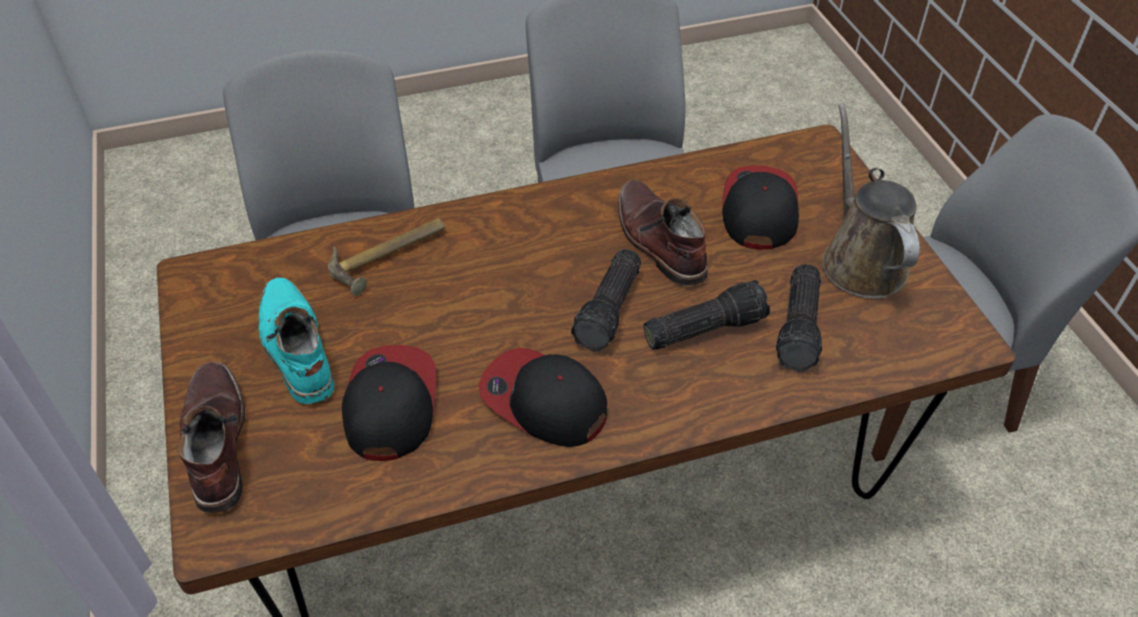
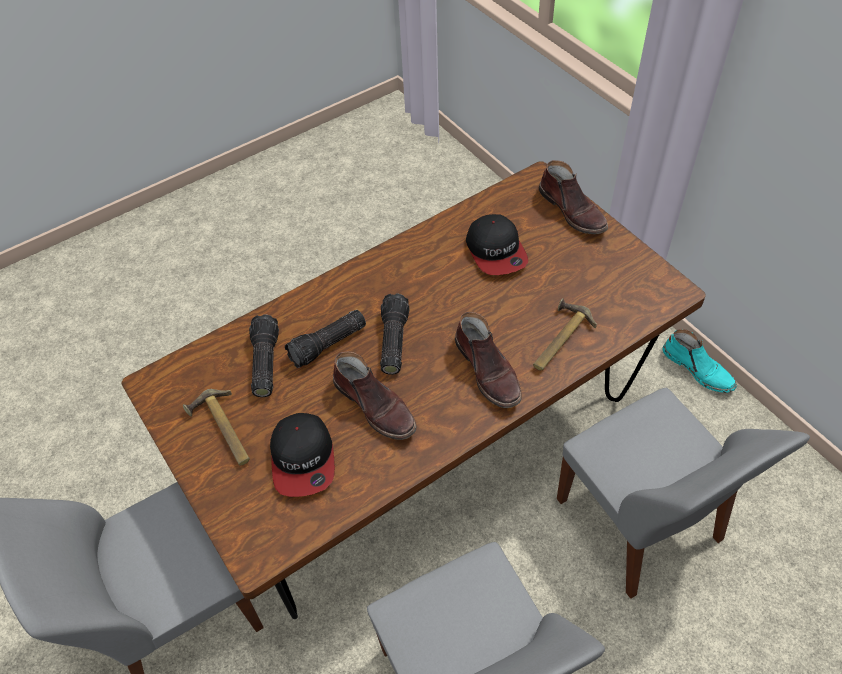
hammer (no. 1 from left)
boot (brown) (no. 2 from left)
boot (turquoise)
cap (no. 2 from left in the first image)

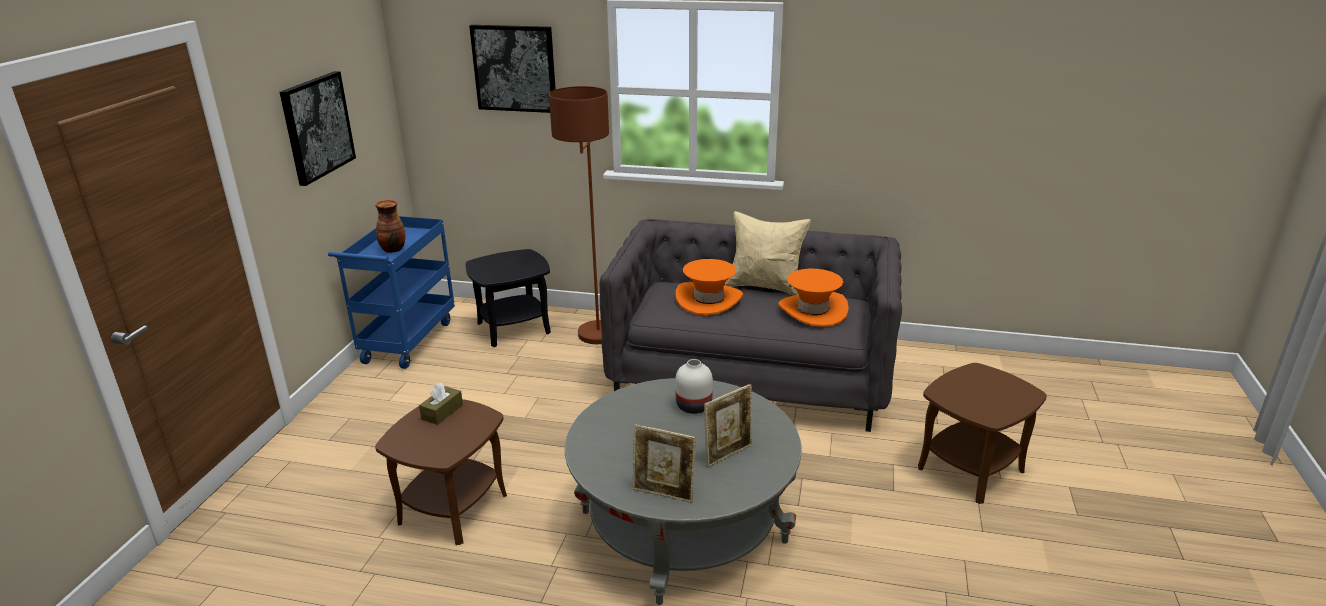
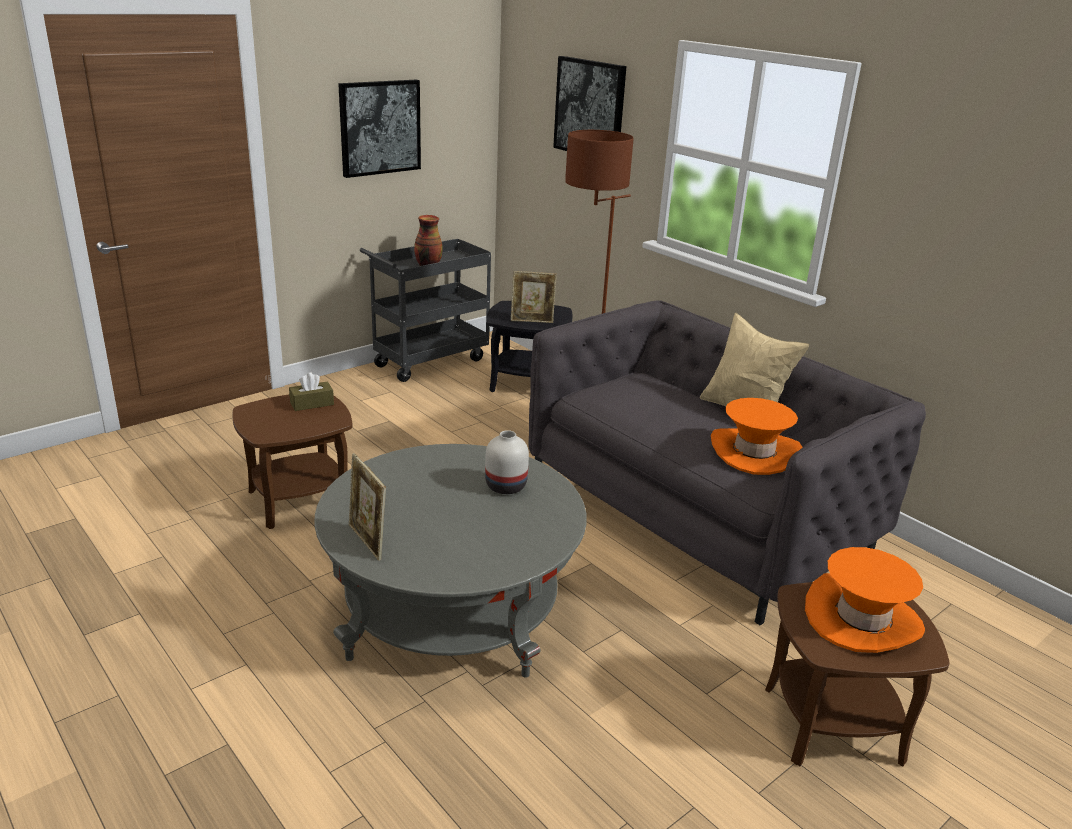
cart (grey)
picture frame (no. 2 from left)
hat (orange) (no. 2 from left)

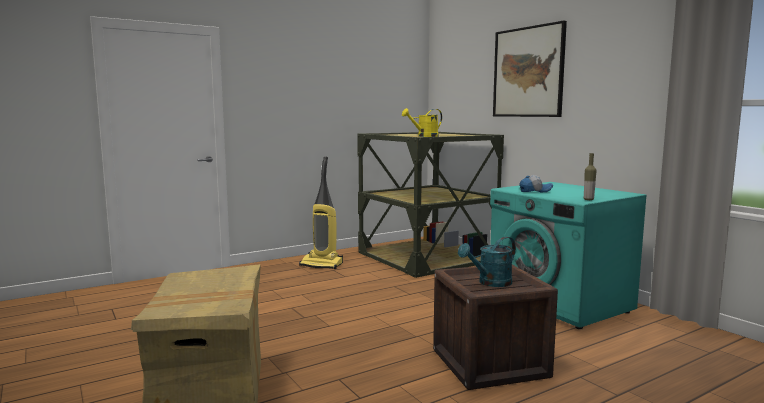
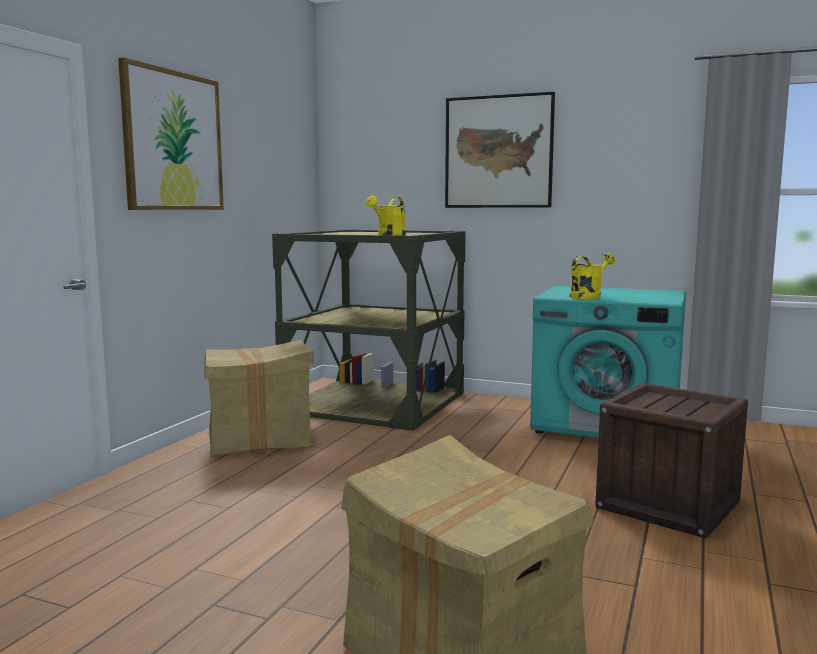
picture (no. 1 from left)
cardboard box (no. 1 from left)
watering can (yellow) (no. 2 from left)
watering can (turquoise)
bottle

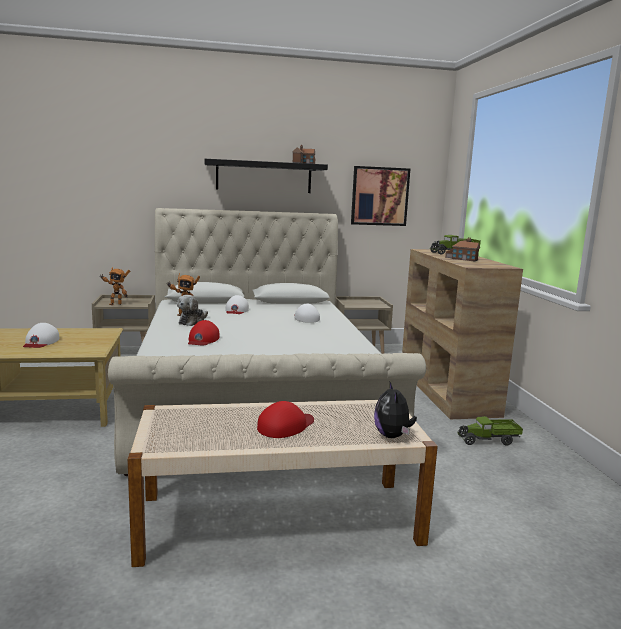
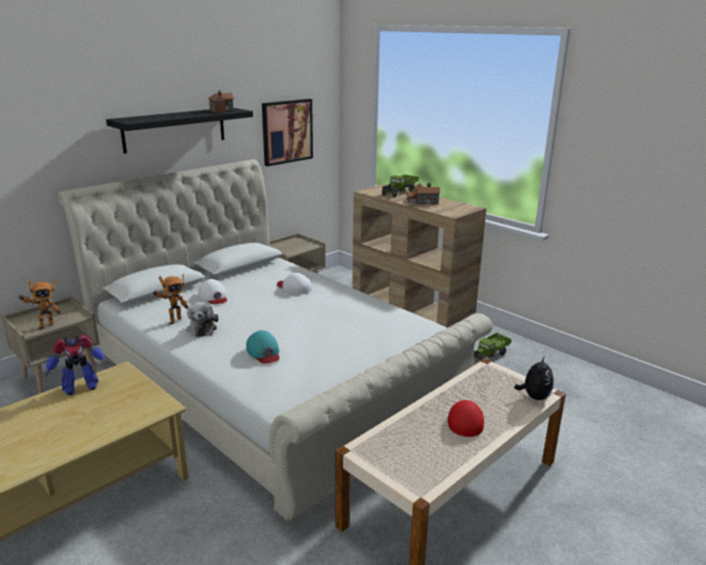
toy robot (no. 2 from left)
cap (turquoise)
plush toy (no. 2 from left)
cap (white) (no. 1 from left in the first image)

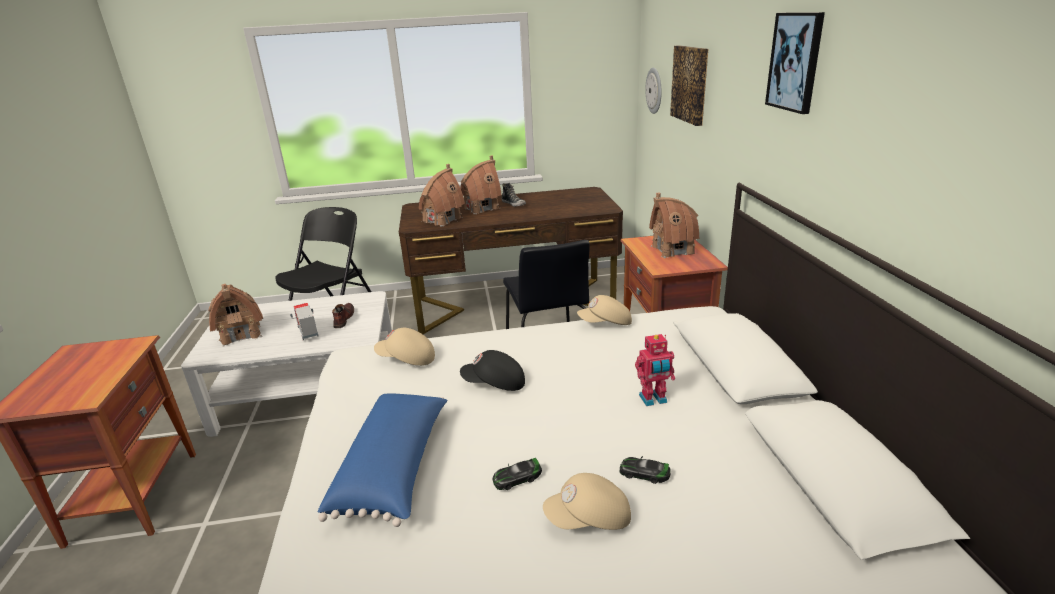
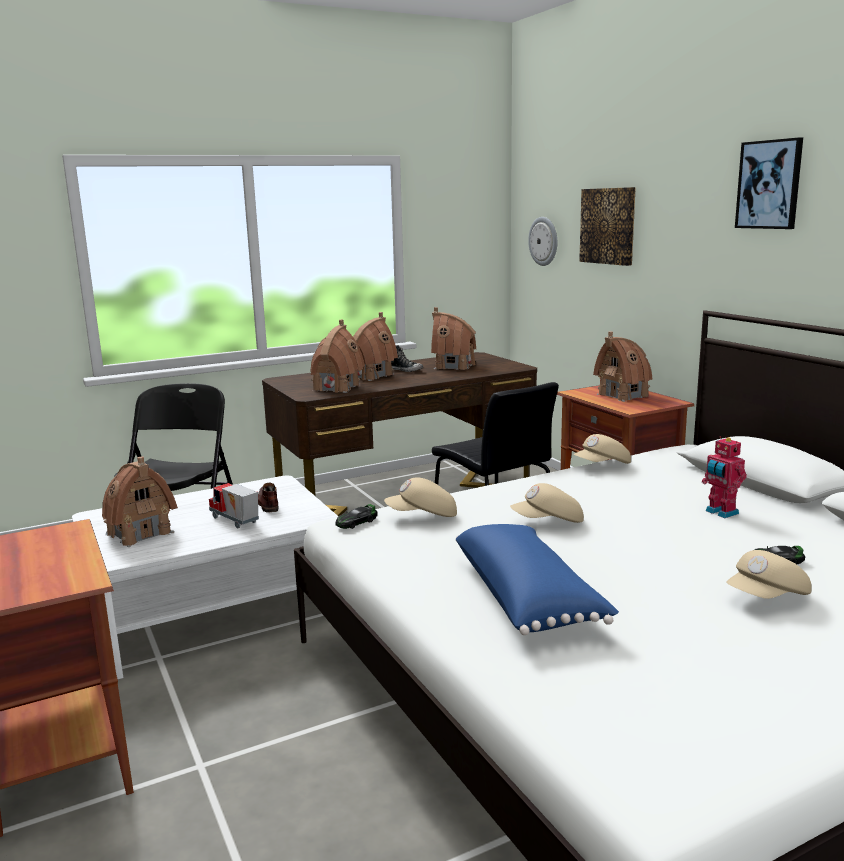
toy car (no. 1 from left)
toy house (no. 4 from left)
cap (beige) (no. 2 from left)
toy robot

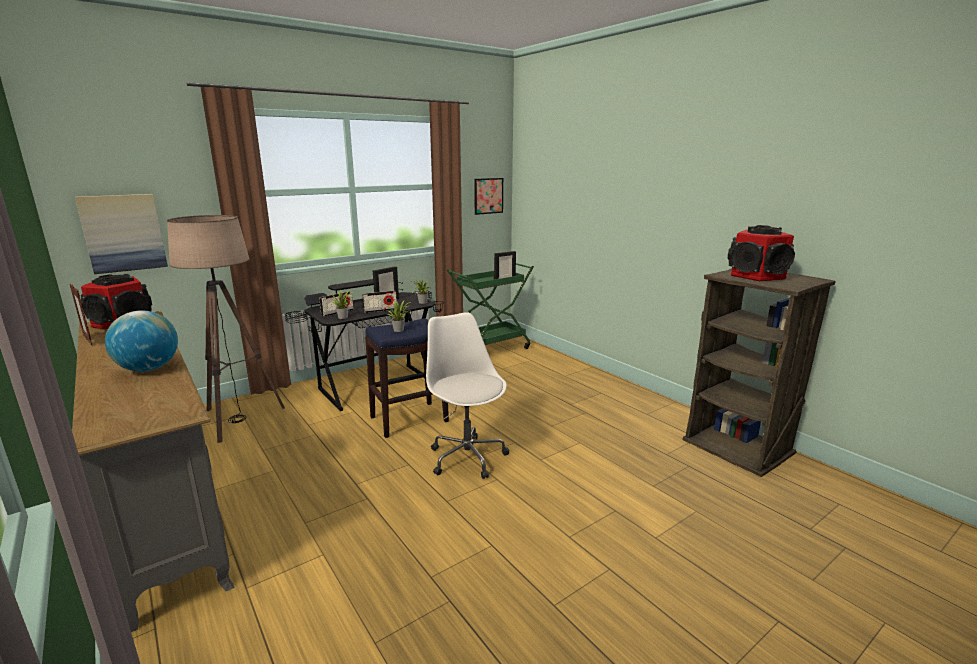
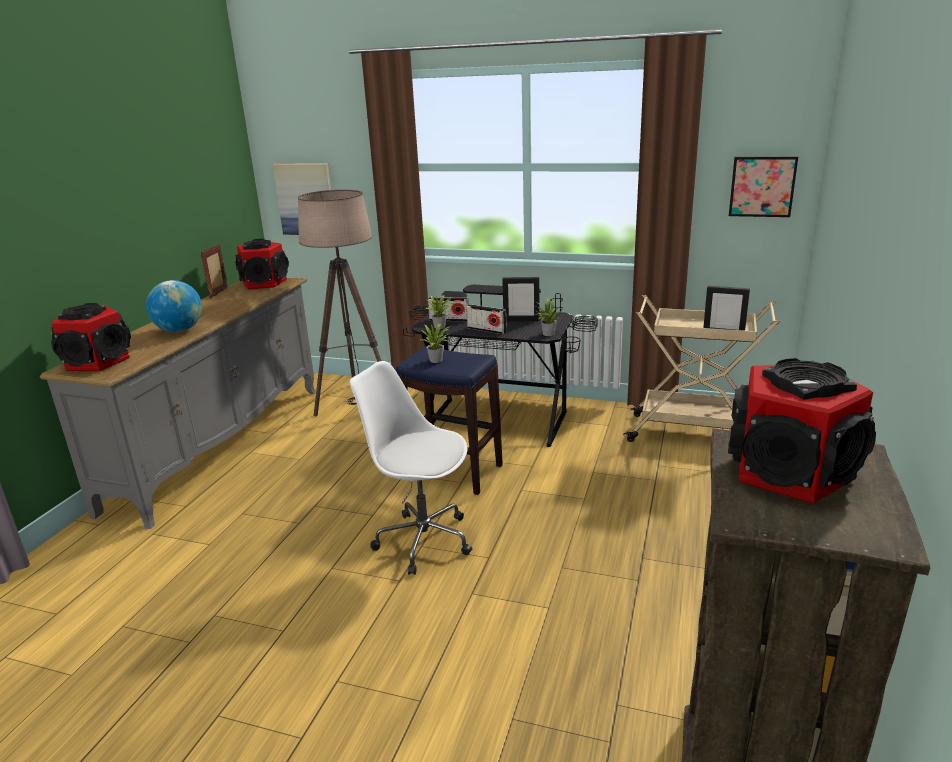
speaker (no. 1 from left)
office chair (white)
cart (beige)

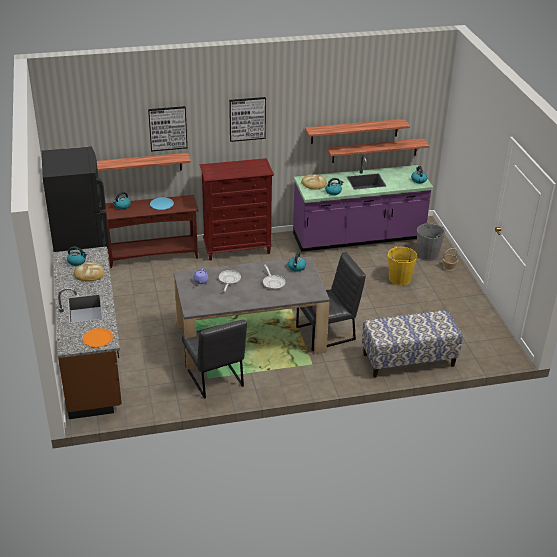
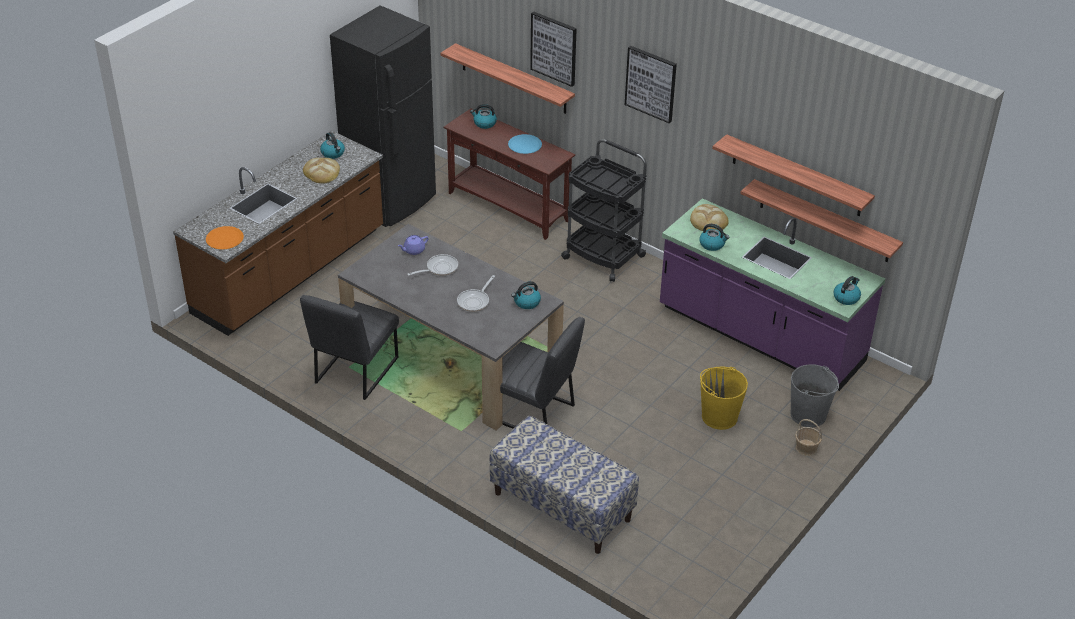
cart (black)

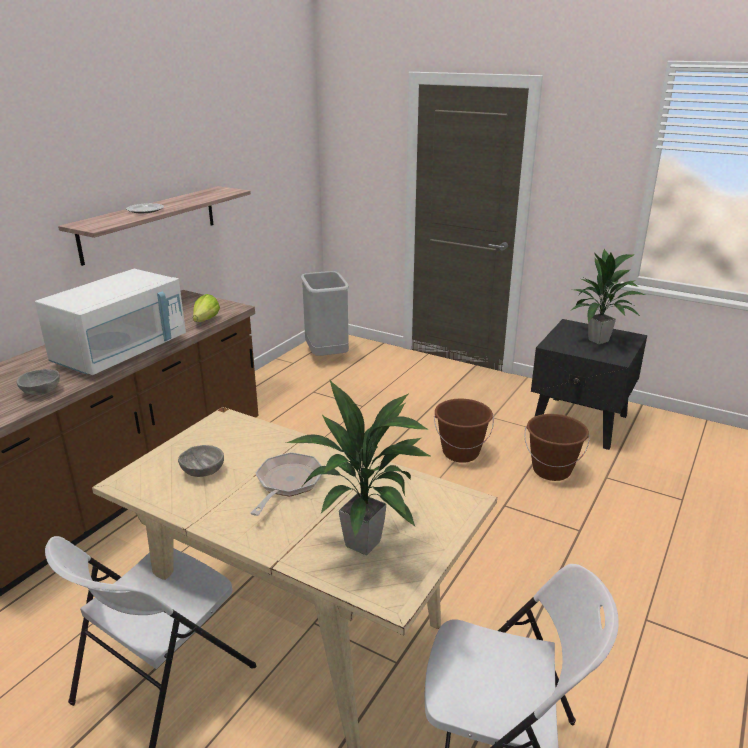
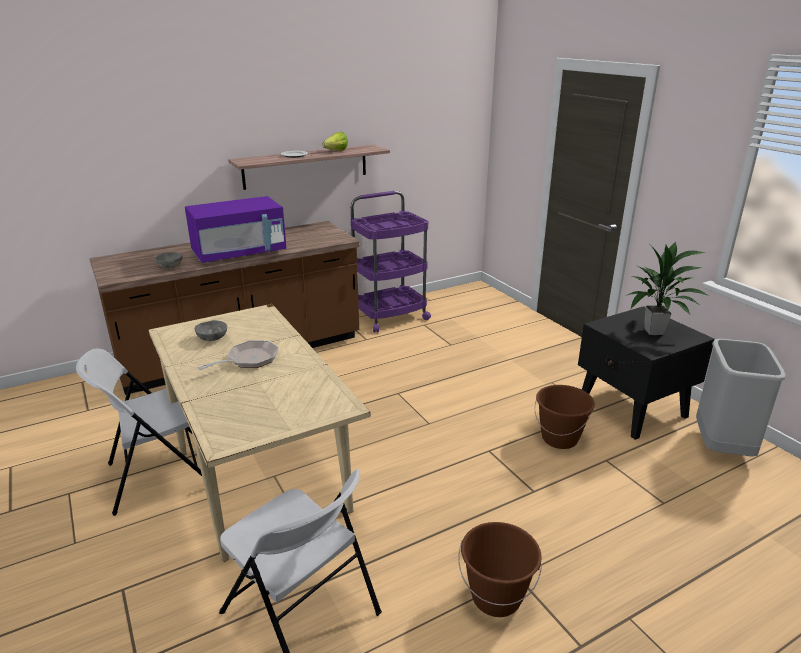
microwave (purple)
lettuce
cart (purple)
bucket (brown) (no. 1 from left)
trash can (grey)
potted plant (no. 1 from left in the first image)

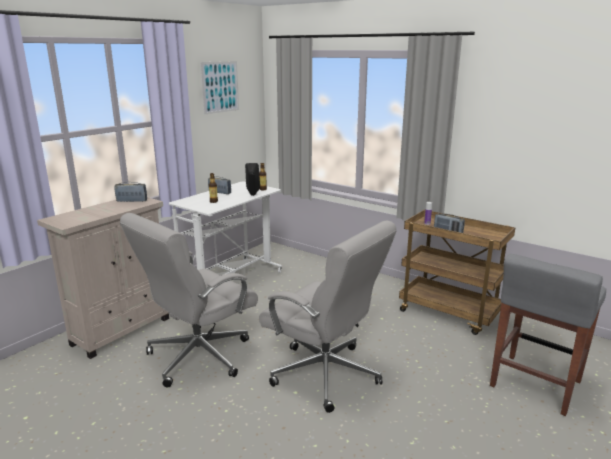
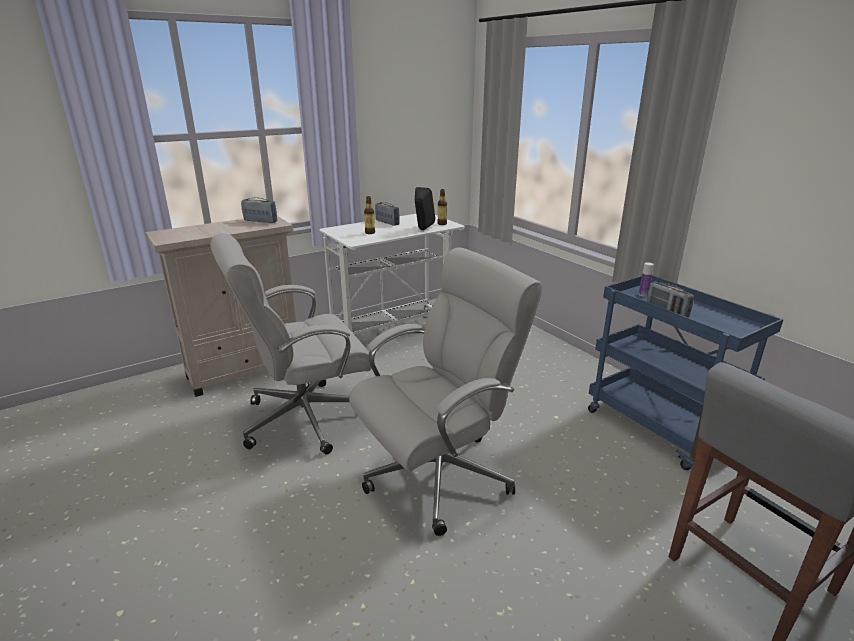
office chair (grey) (no. 2 from left)
cart (blue)
picture

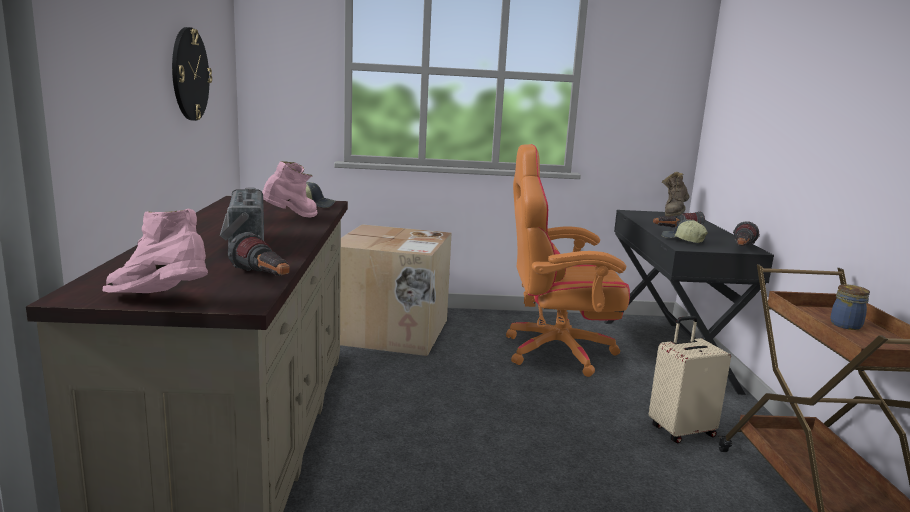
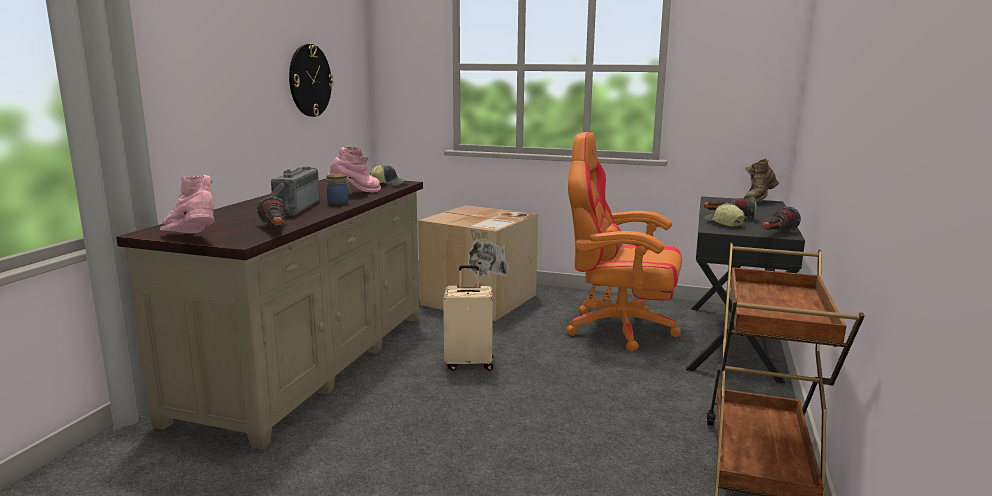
jar
suitcase (beige)

